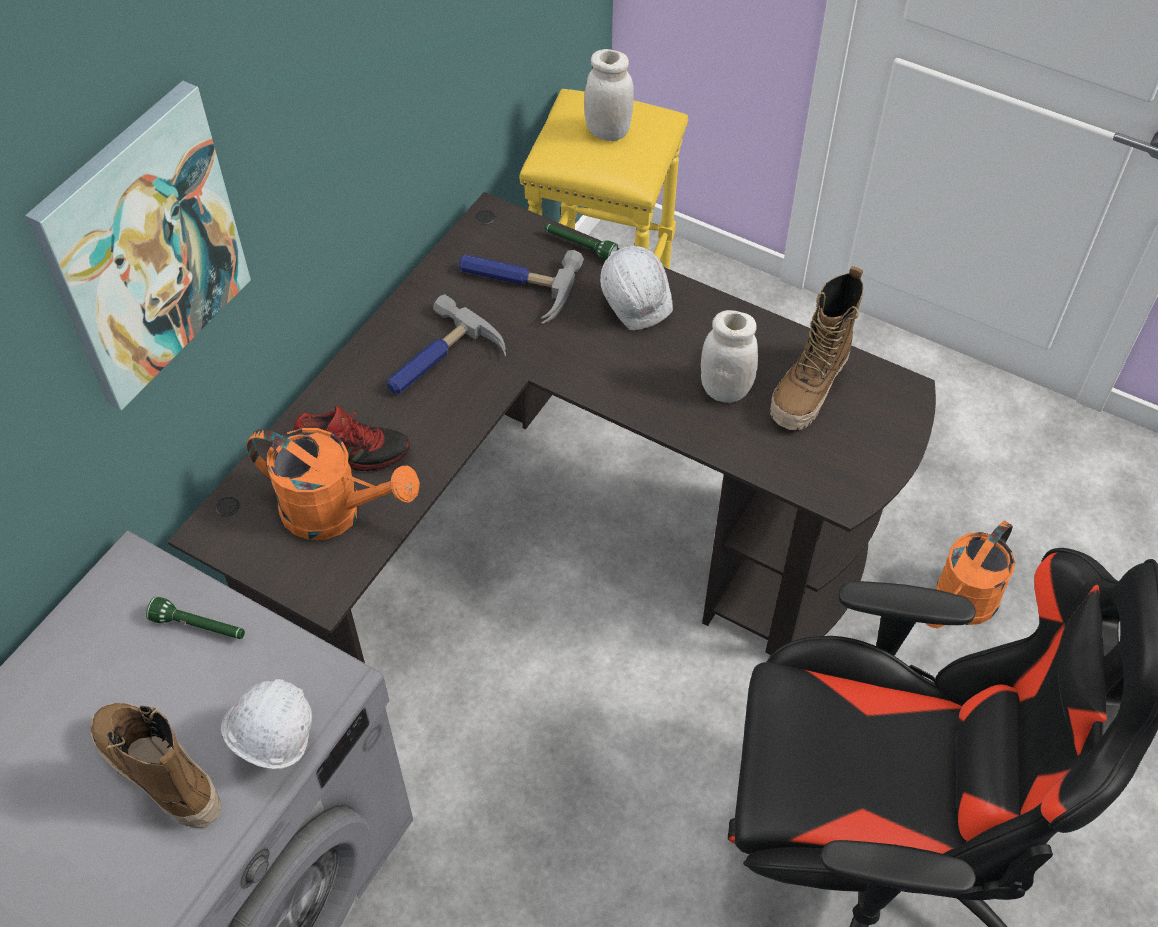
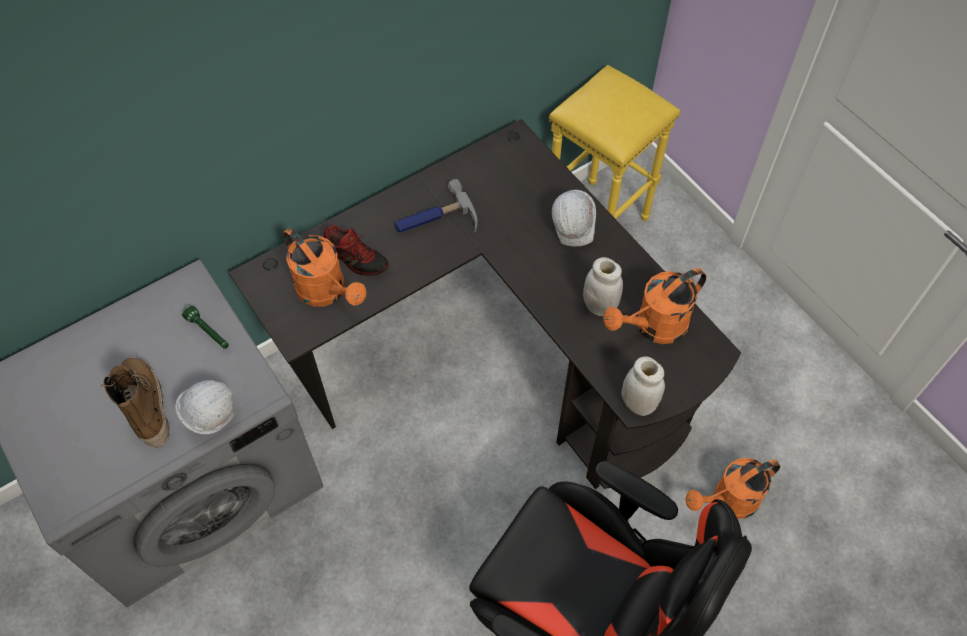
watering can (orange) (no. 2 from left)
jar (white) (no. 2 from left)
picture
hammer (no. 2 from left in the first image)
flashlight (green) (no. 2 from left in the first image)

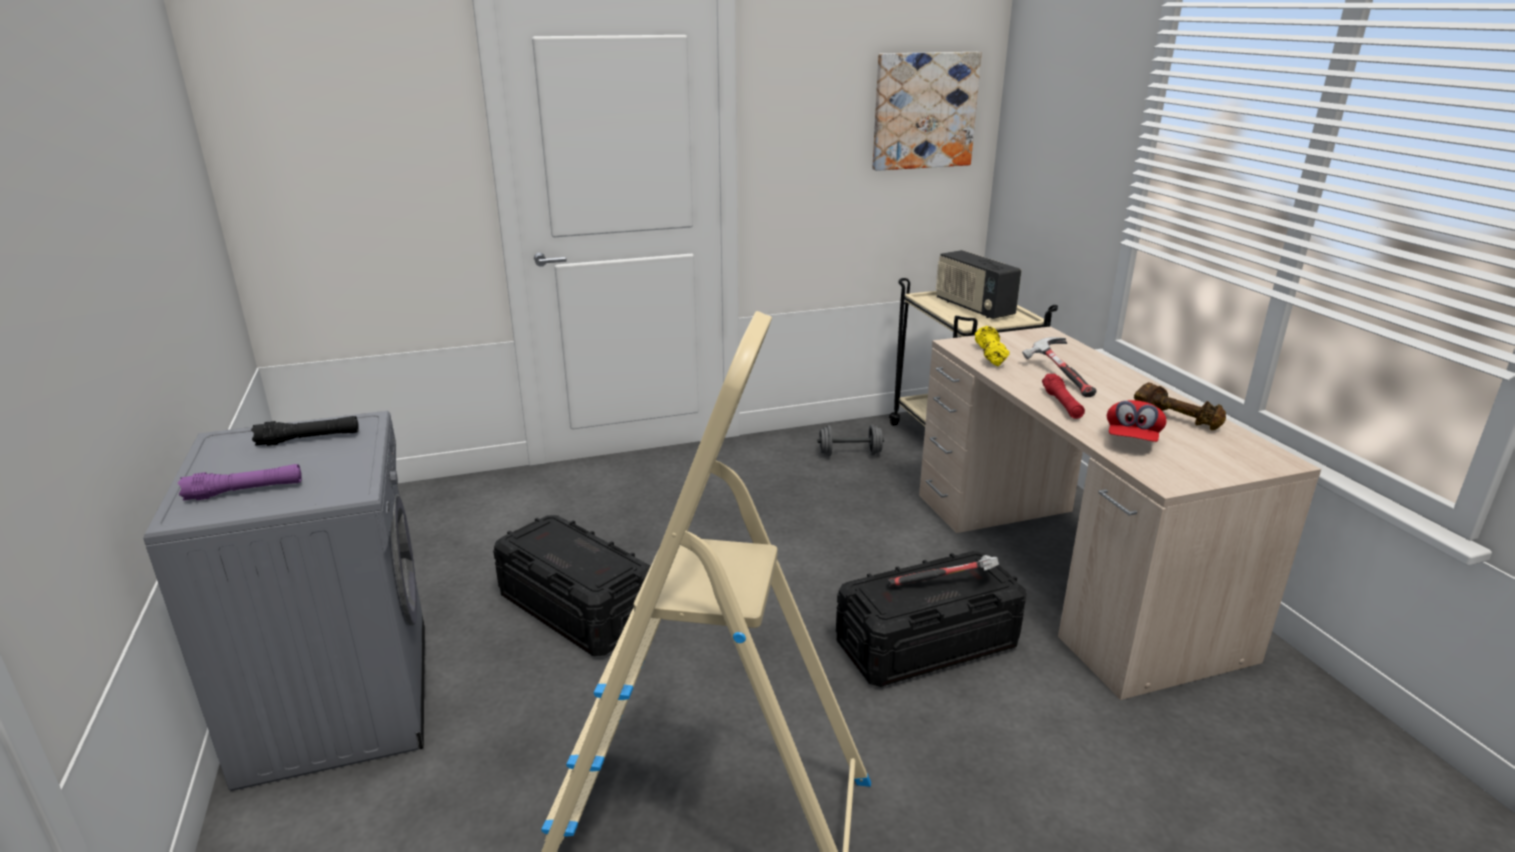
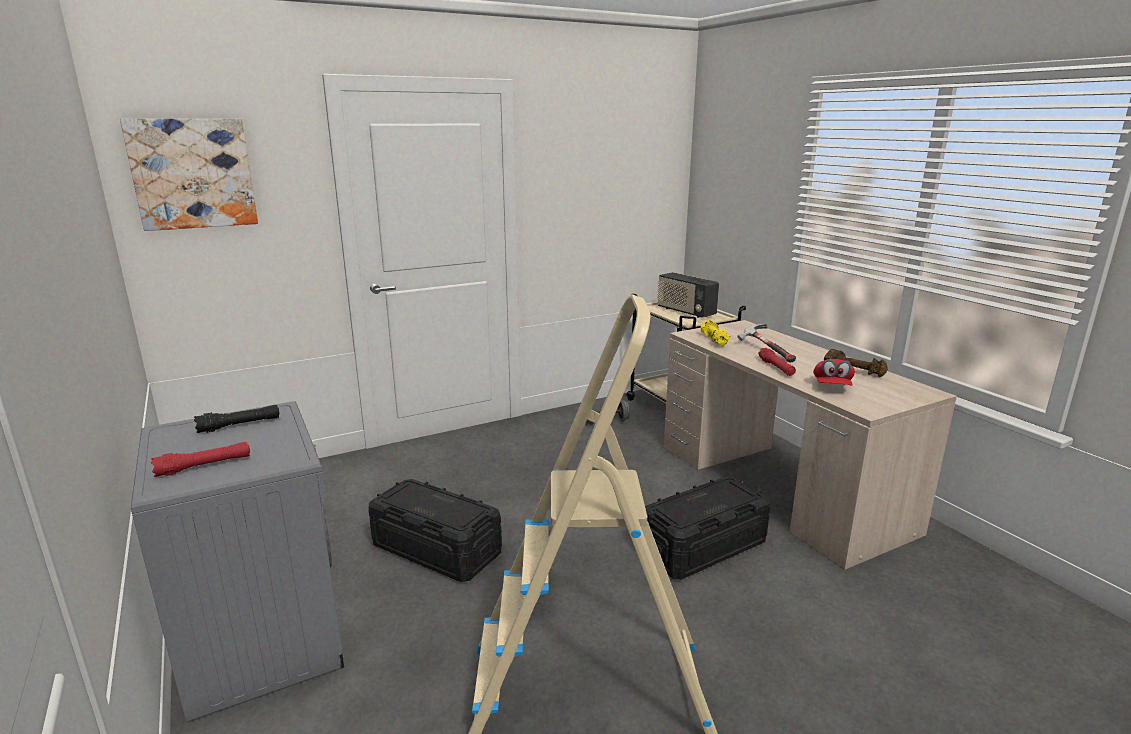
picture
flashlight (red) (no. 1 from left)
hammer (no. 1 from left in the first image)

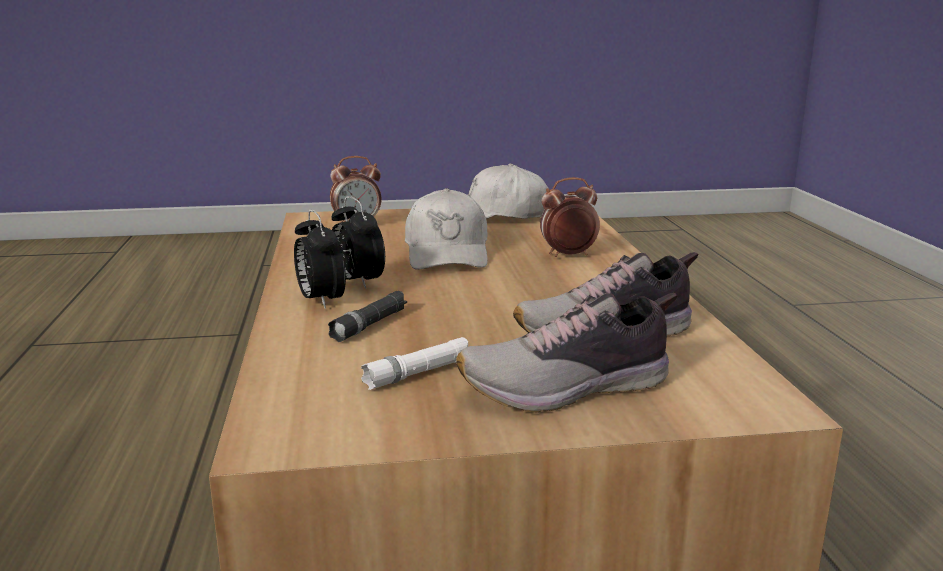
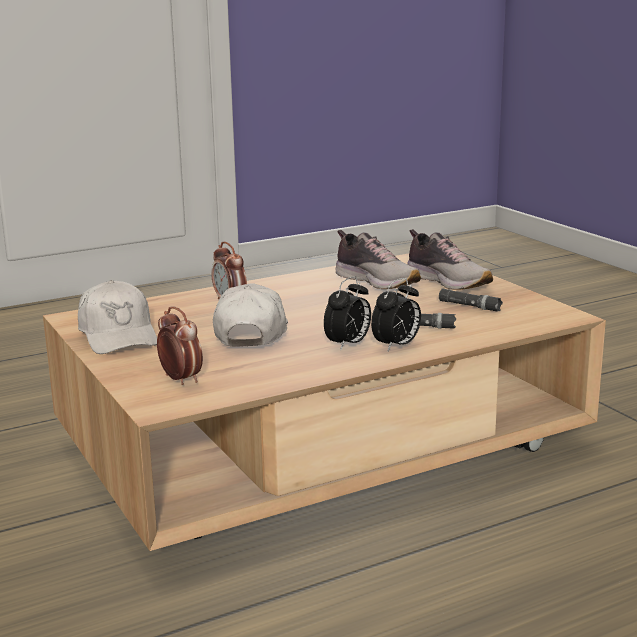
cap (white) (no. 2 from left)
flashlight (black) (no. 2 from left)

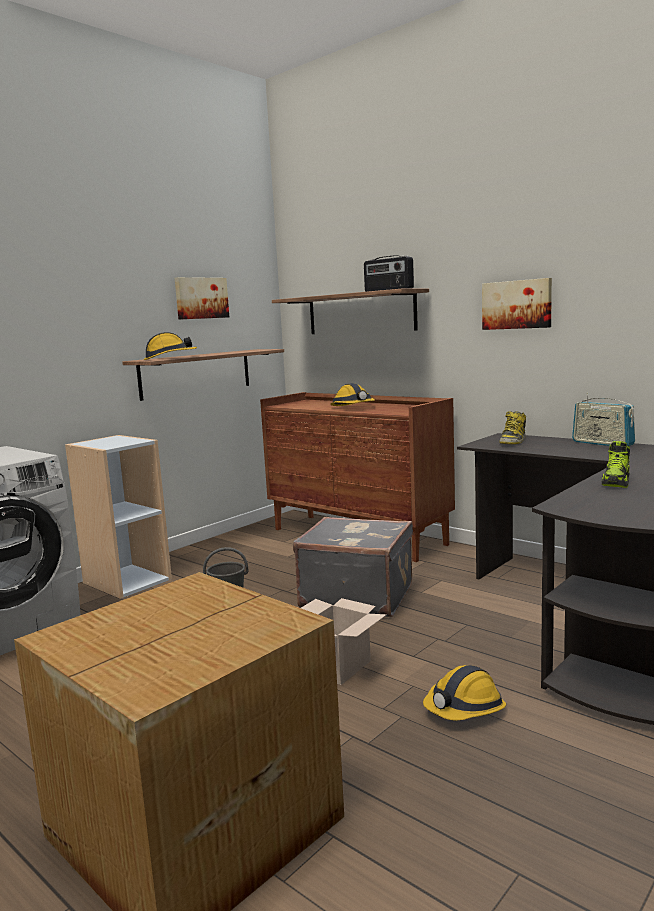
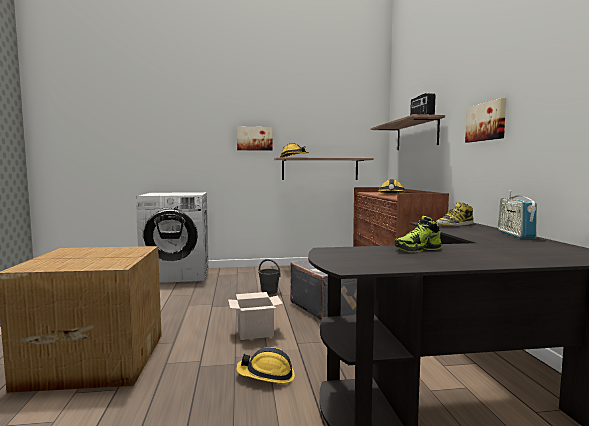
picture (no. 1 from left)
bookcase

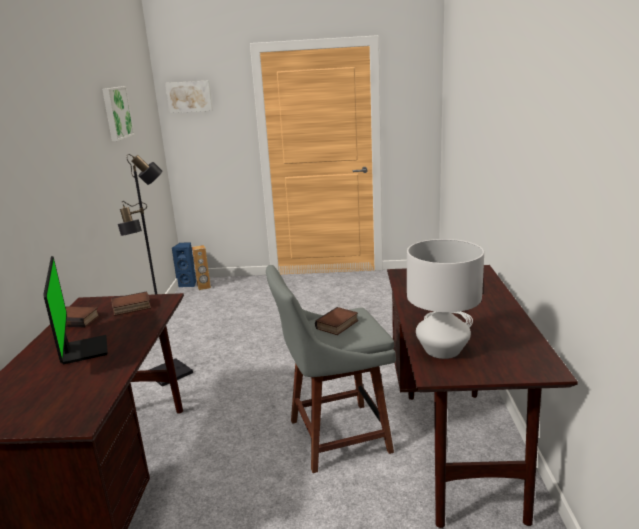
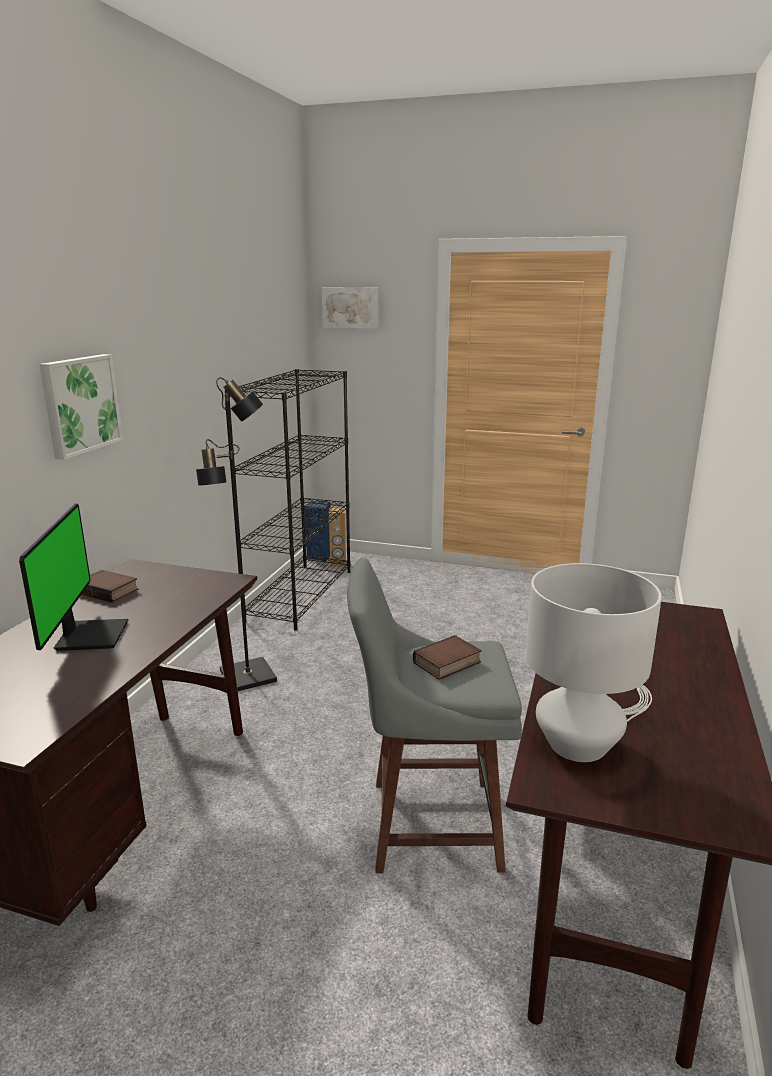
picture (no. 1 from left)
bookcase (black)
book (no. 2 from left in the first image)

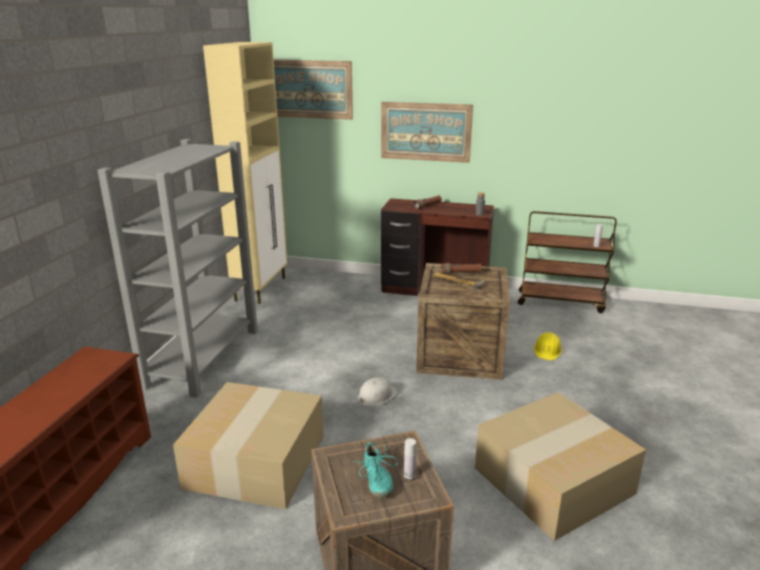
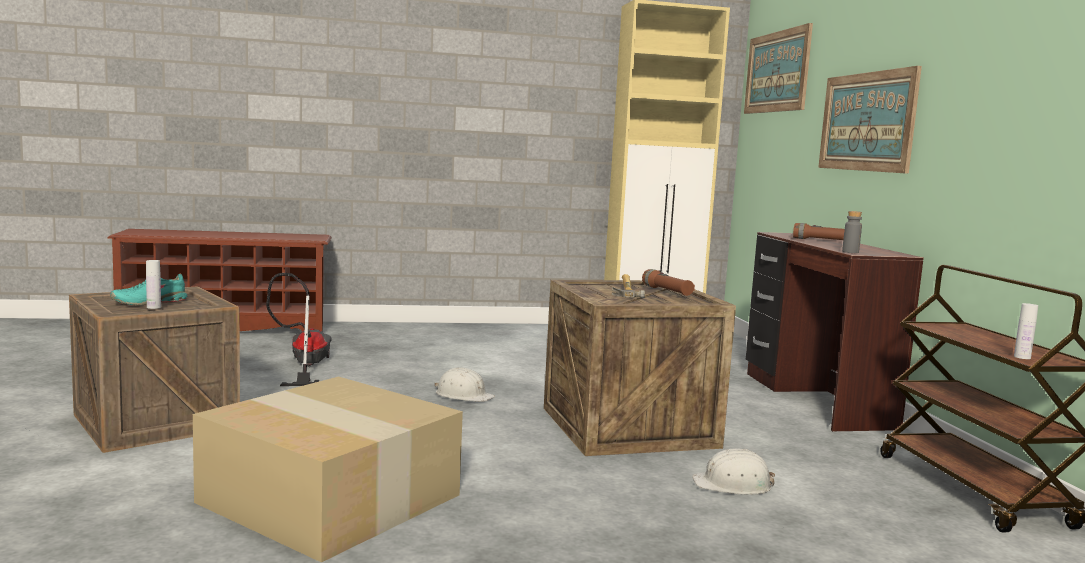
vacuum cleaner
hard hat (white) (no. 2 from left)
bookcase (grey)

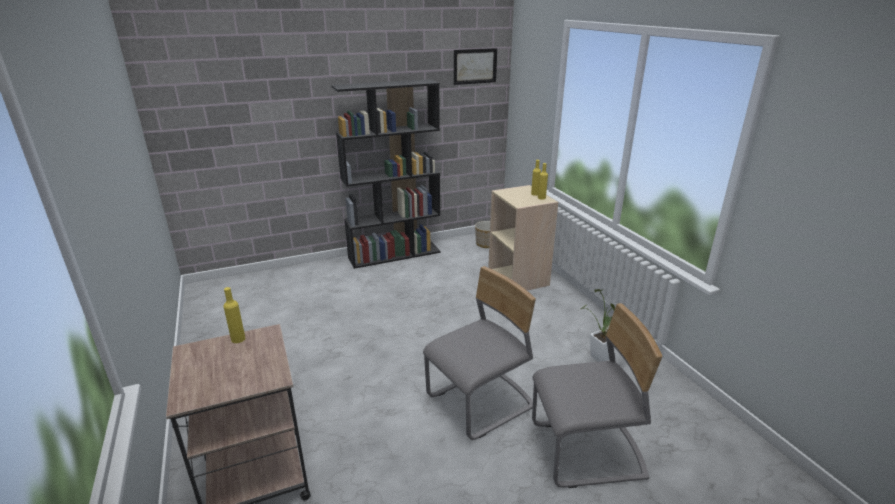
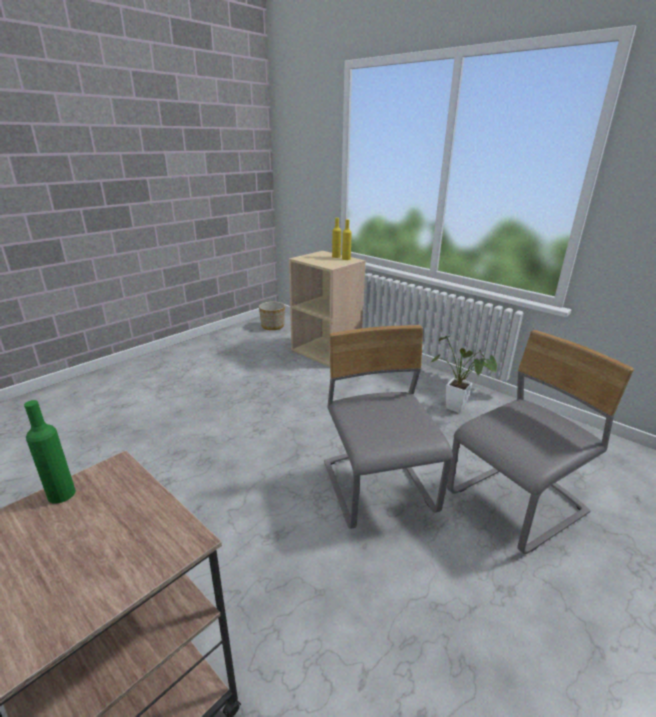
bottle (green)
chair (grey) (no. 1 from left)
bookcase (black)
picture

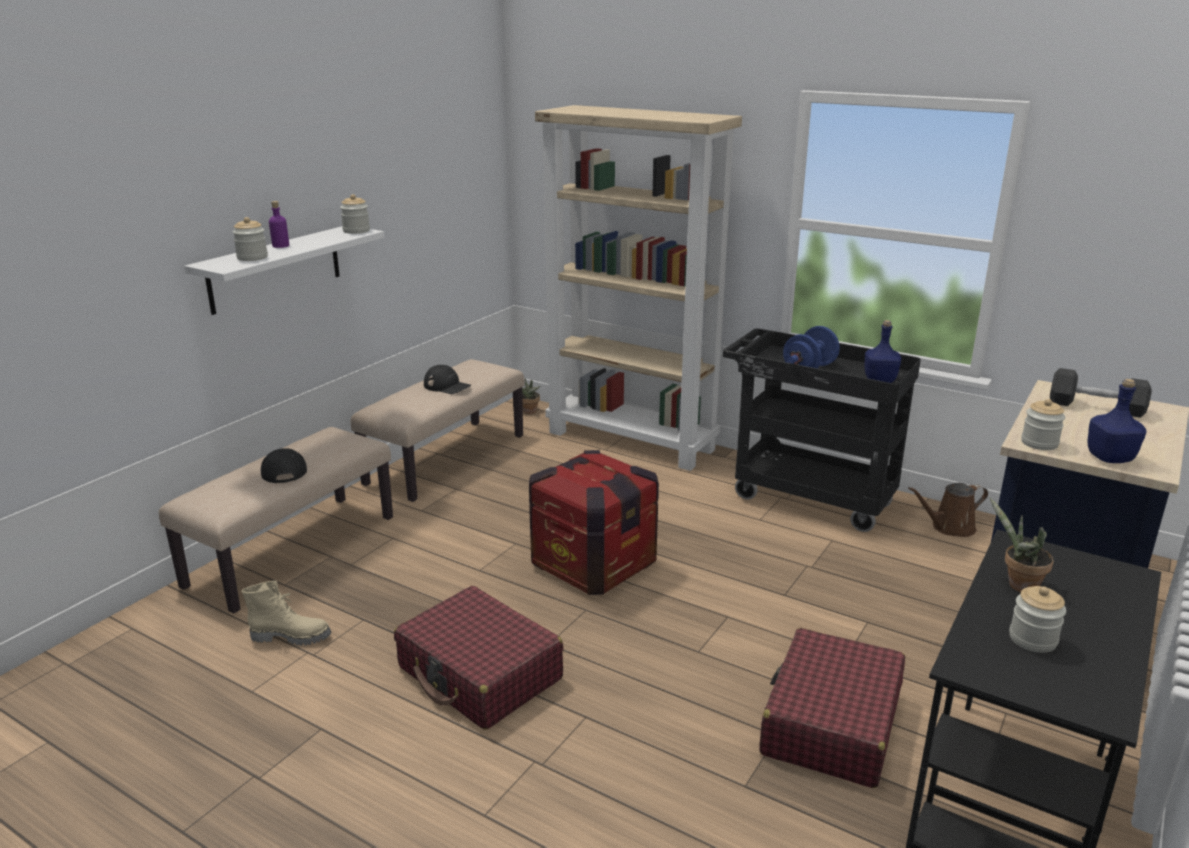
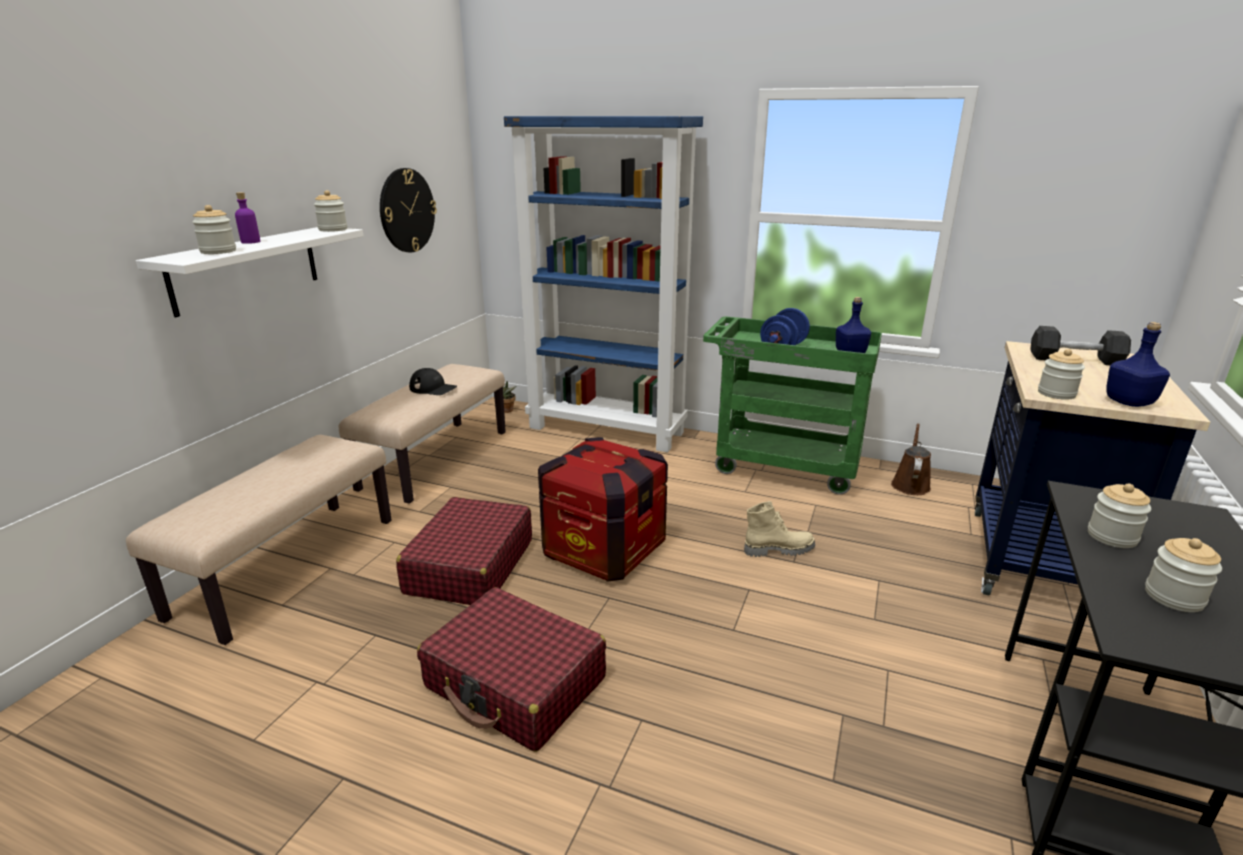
wall clock
suitcase (red) (no. 1 from left)
bookcase (blue)
cart (green)
boot (beige)
watering can (brown)
jar (no. 4 from left)
cap (black) (no. 1 from left in the first image)

